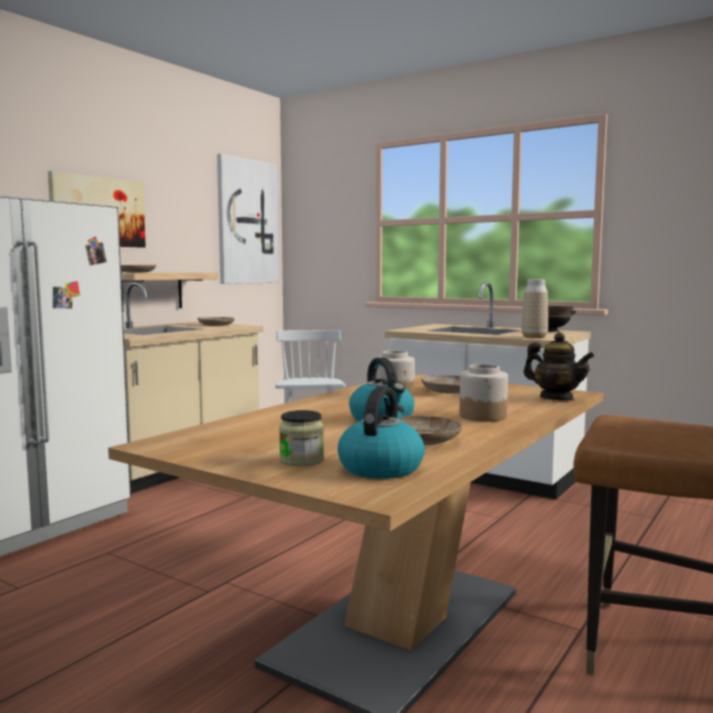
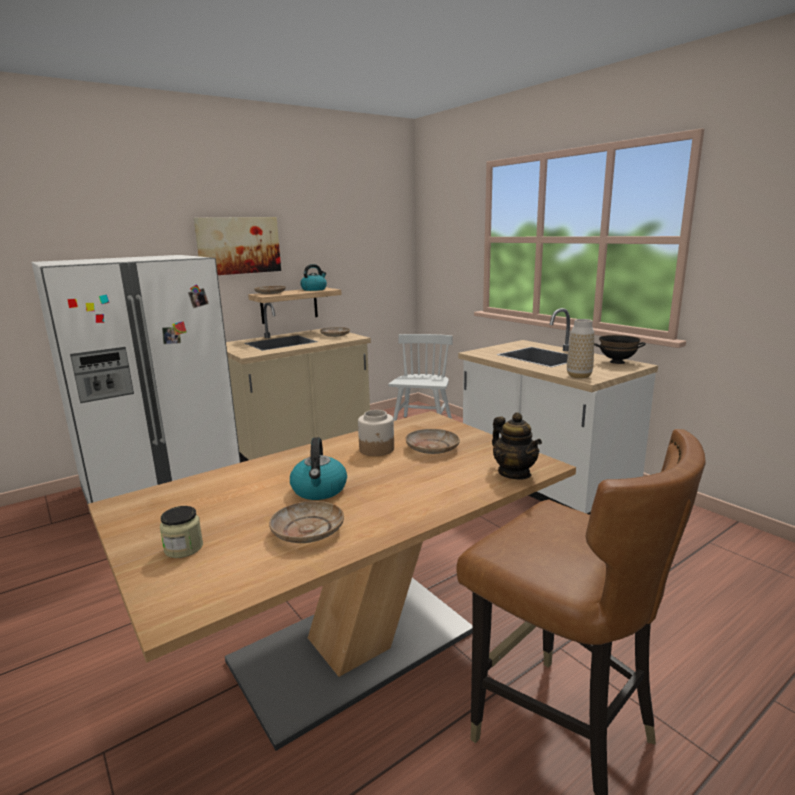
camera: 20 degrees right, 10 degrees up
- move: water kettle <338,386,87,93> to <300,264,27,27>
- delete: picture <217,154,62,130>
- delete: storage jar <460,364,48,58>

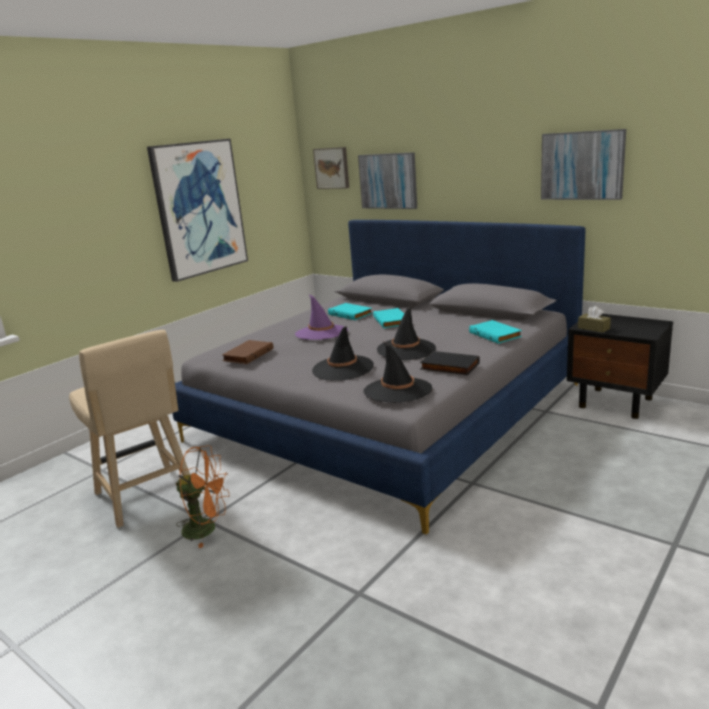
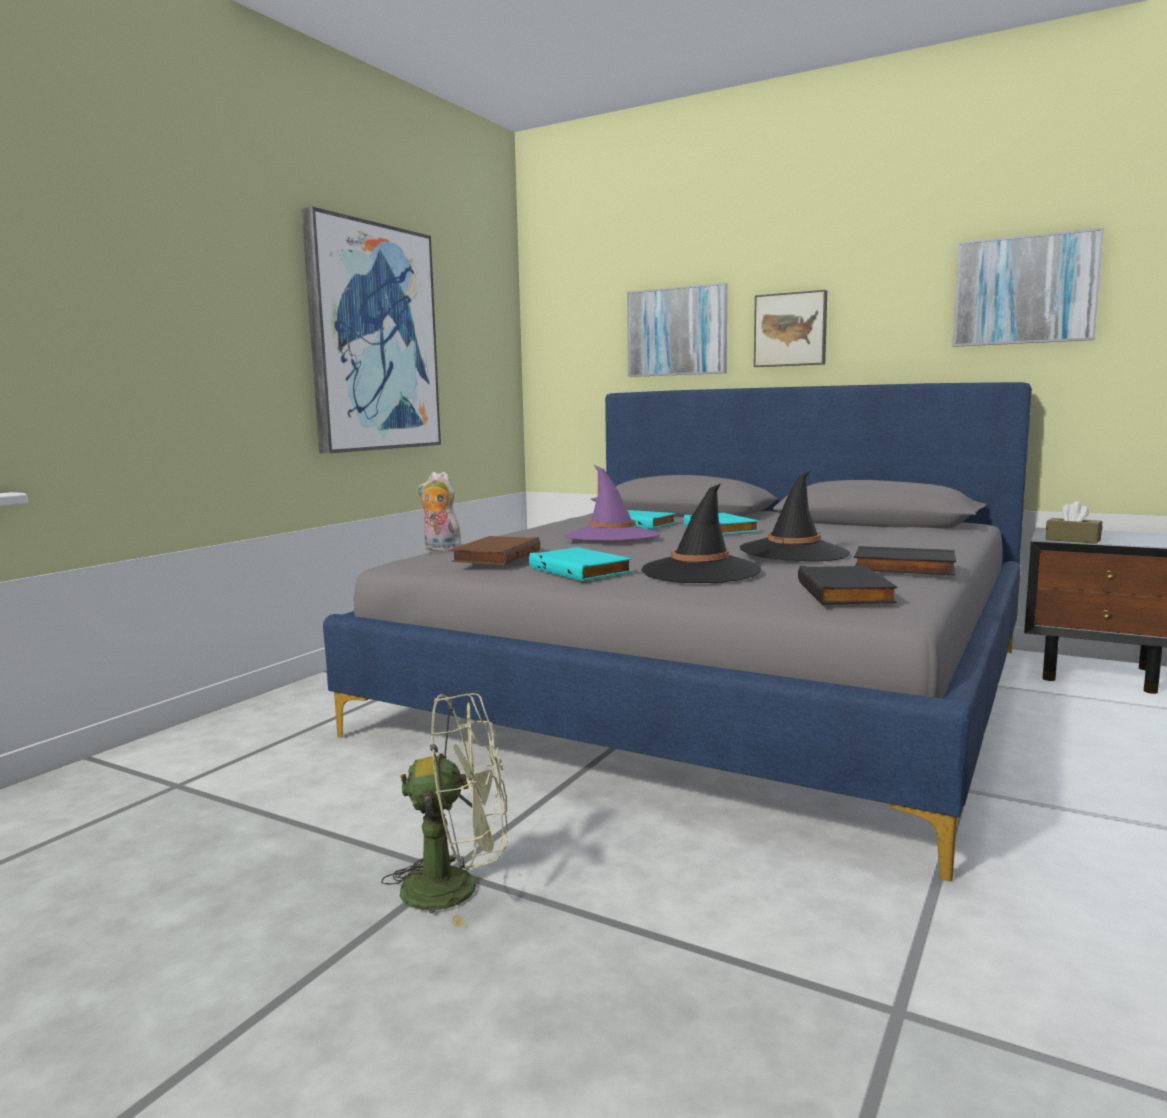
camera: 10 degrees left, 10 degrees down
- recolor: fan (orange) <176,445,54,103> to fan (green-coloured) <381,693,127,235>
- insert: plush toy <418,472,43,80>
- move: bound book (turquoise-coloured) <469,320,53,24> to <529,547,103,34>
- move: picture <313,147,36,42> to <754,290,73,77>
- replace: clothing hat (black) <364,342,69,61> to bound book (black) <798,566,99,39>
- delete: stool (sand-coloured) <69,330,121,198>

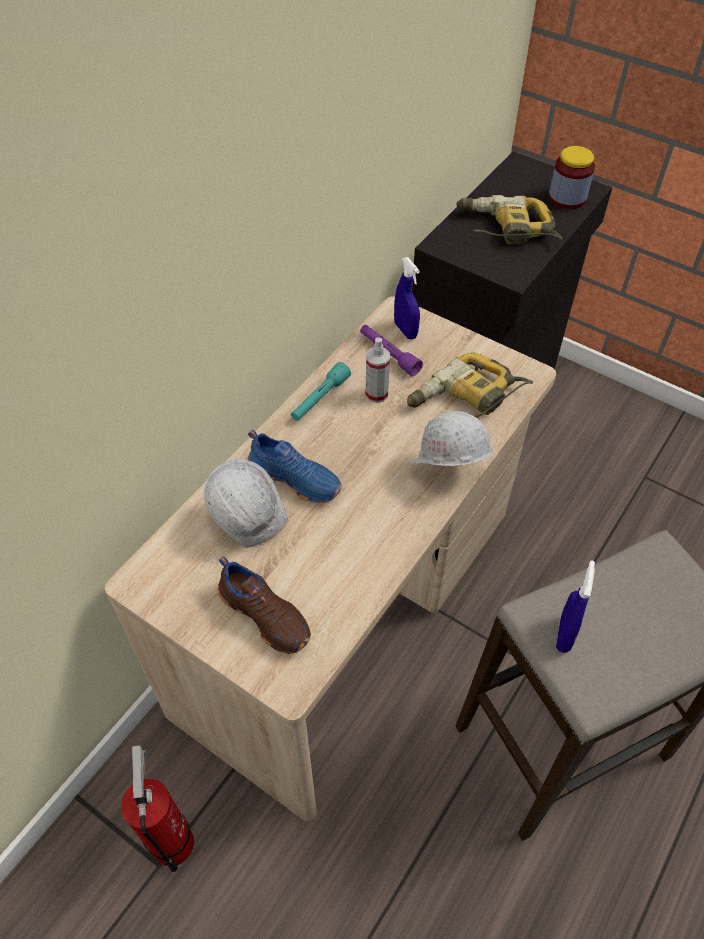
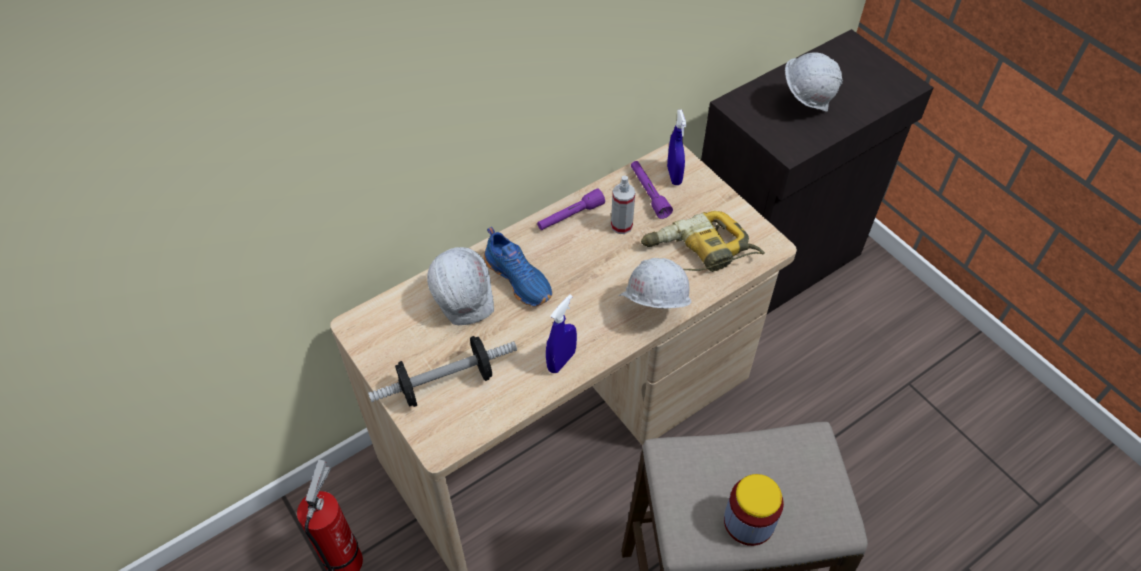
camera: 20 degrees right, 0 degrees up
- replace: low shoe (brown-coloured) <218,556,93,98> to free weight <368,336,149,71>
- recolor: hand torch (turquoise-coloured) <291,362,60,59> to hand torch (purple) <537,188,68,42>
- move: spray bottle (blue-coloured) <556,560,39,93> to <546,294,31,79>
- move: storage jar <549,146,46,63> to <724,474,60,72>
- replace: electric drill <456,195,106,50> to hard hat (whitish) <785,52,58,60>

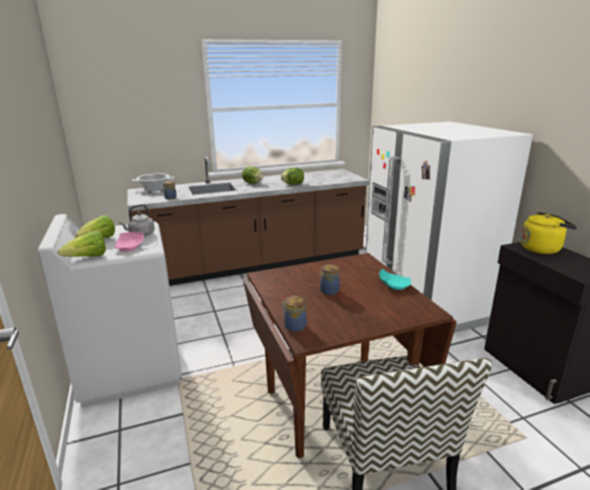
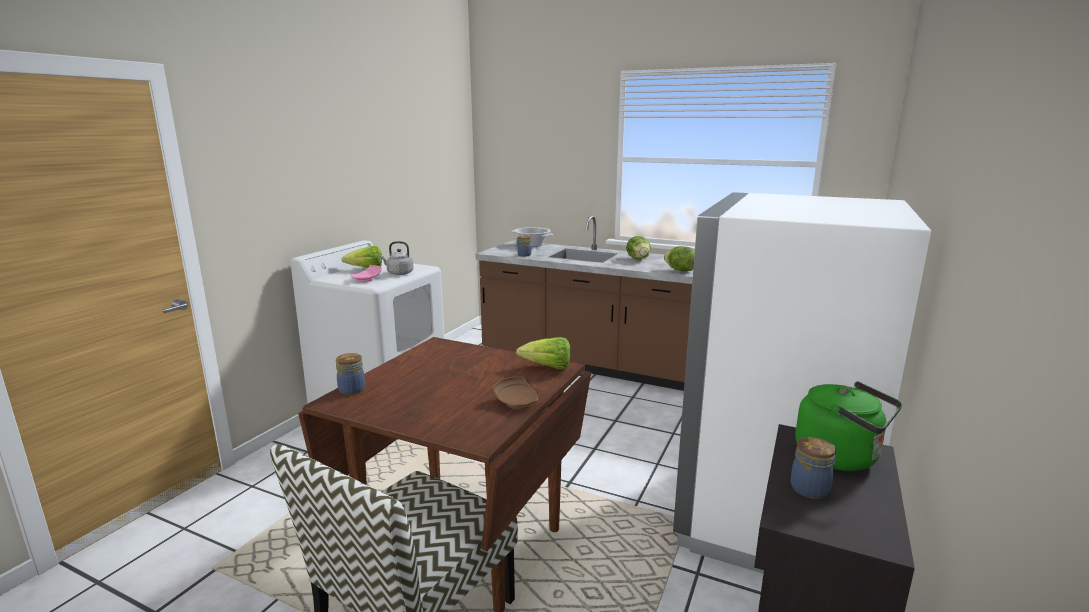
camera: 45 degrees right, 5 degrees down
- recolor: dinner plate (turquoise-coloured) <379,269,32,21> to dinner plate (brown-coloured) <493,376,45,34>
- move: head of lettuce <58,231,48,26> to <516,337,55,33>
- move: storage jar <320,264,20,31> to <791,437,45,62>
- recolor: water kettle (yellow) <521,211,56,43> to water kettle (green-coloured) <795,381,107,90>

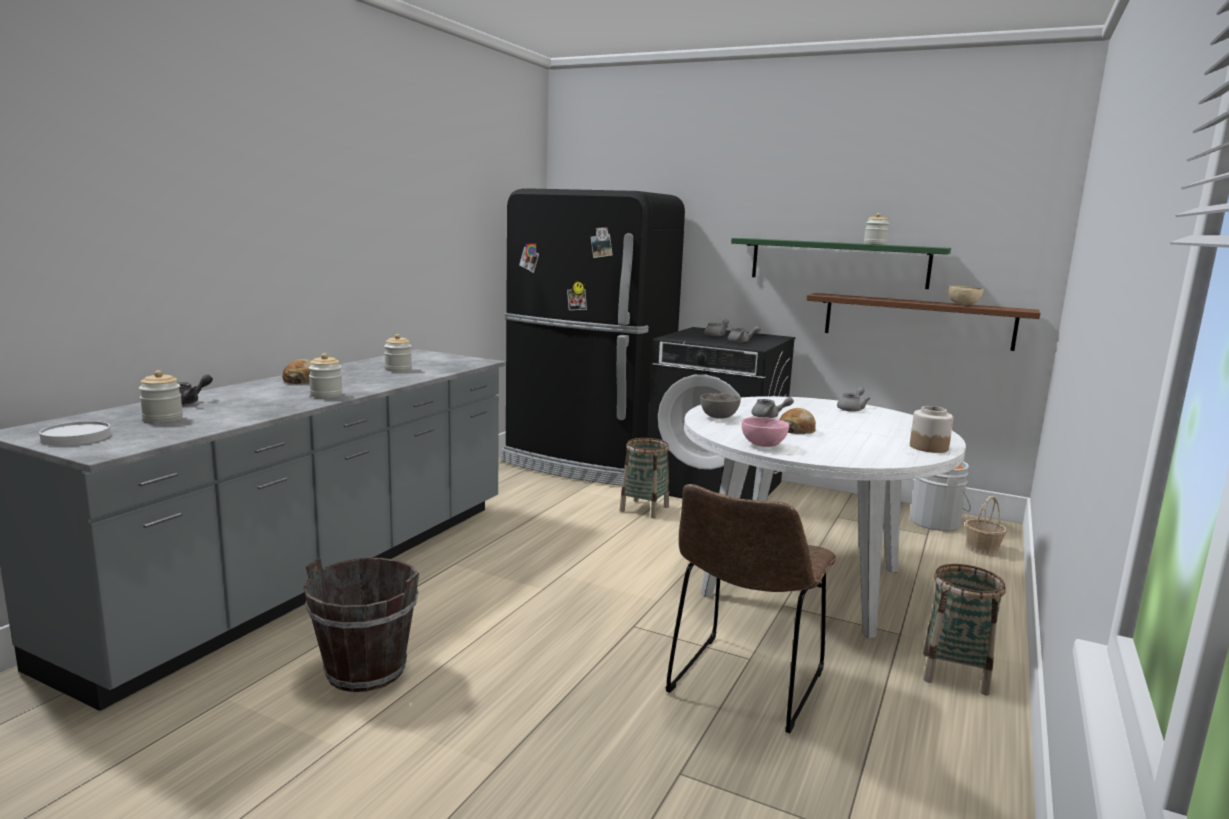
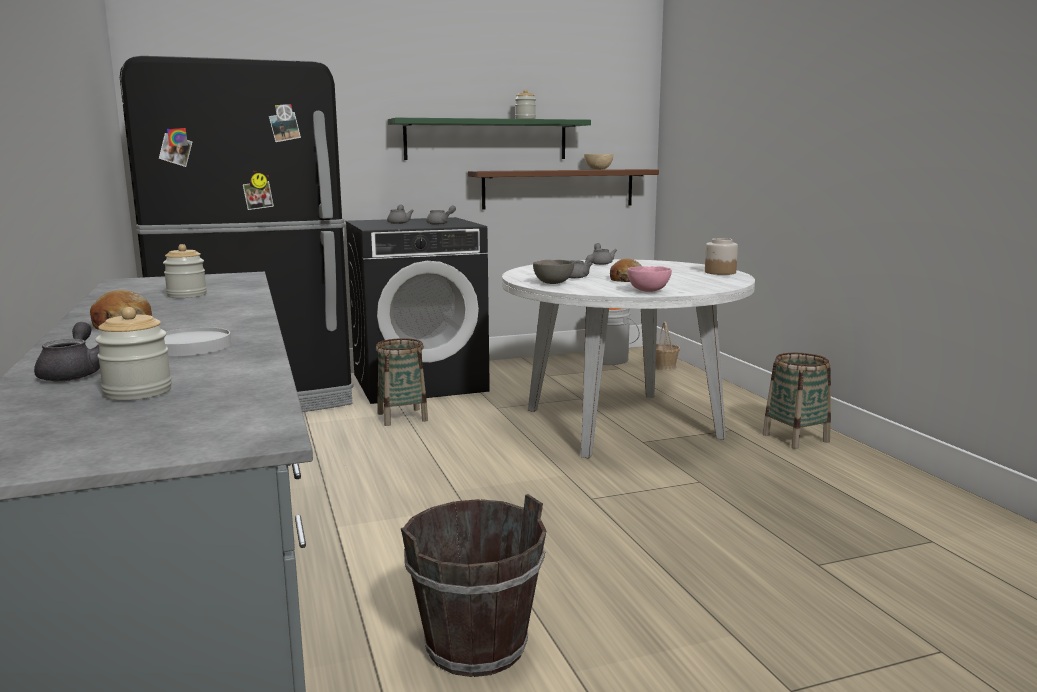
camera: 45 degrees left, 0 degrees up
- move: dinner plate (whitish) <39,421,72,25> to <164,327,67,29>
- delete: storage jar <308,353,35,45>
- delete: upright chair (brown-coloured) <666,484,170,249>

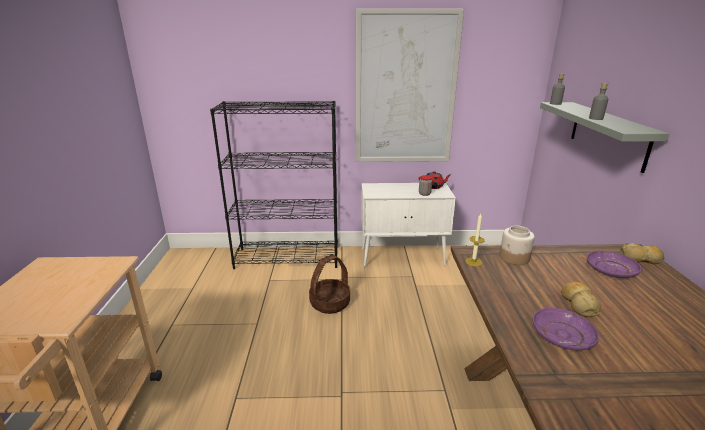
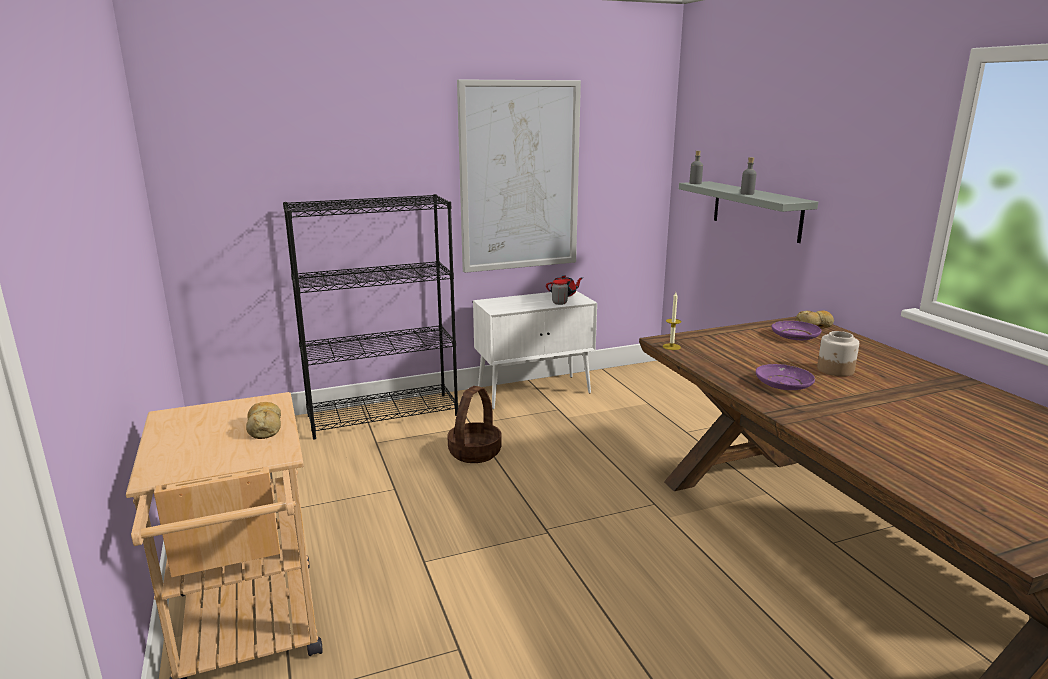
camera: 20 degrees left, 5 degrees down
- move: baked bread <561,282,40,35> to <246,402,35,37>
- move: storage jar <499,226,36,39> to <817,331,42,45>

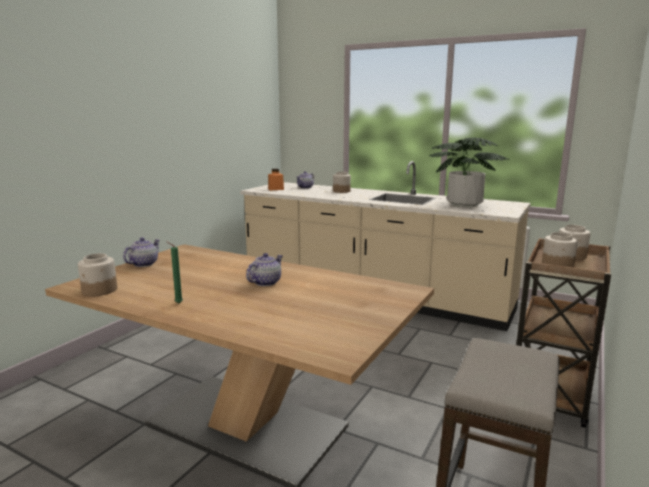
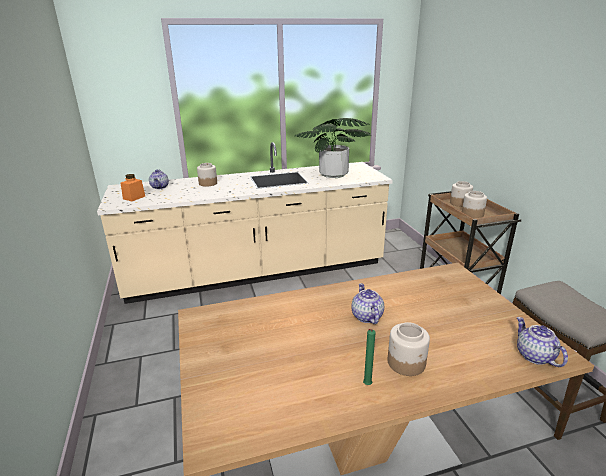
camera: 45 degrees left, 10 degrees up
- move: storage jar <78,253,39,43> to <388,322,42,54>
- move: tea pot <123,238,37,29> to <517,317,51,50>

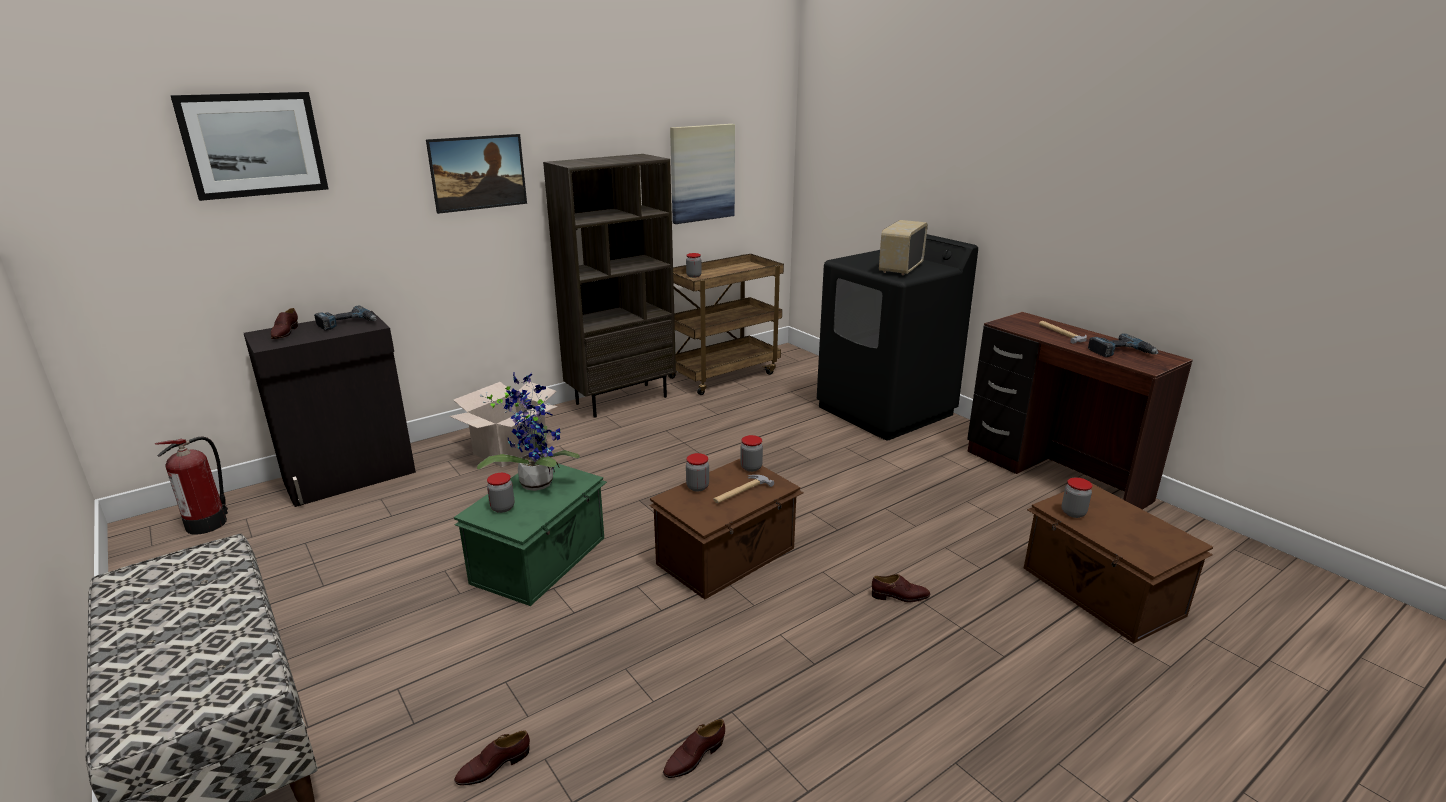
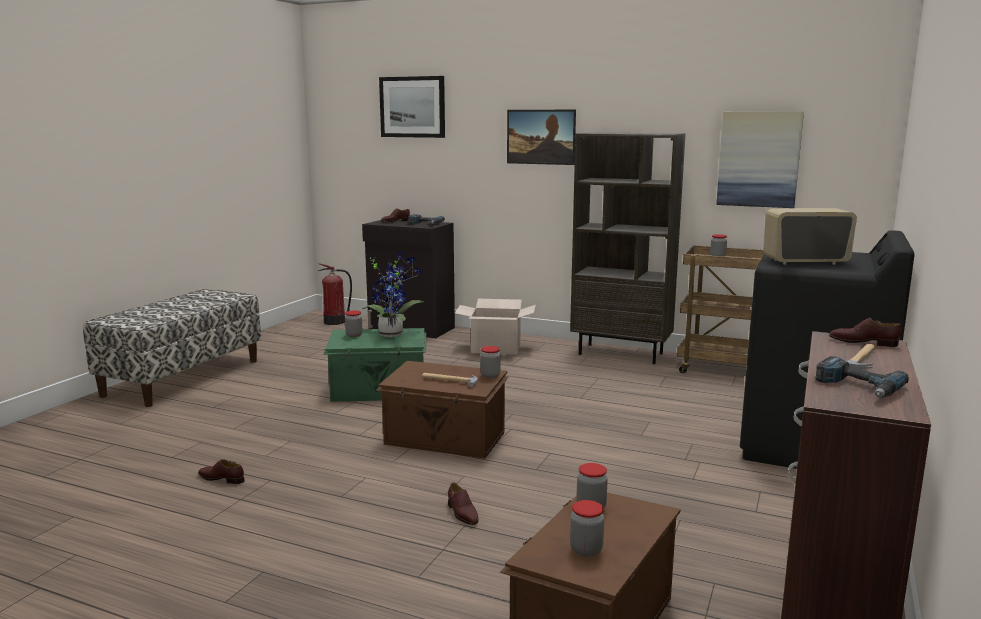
camera: 60 degrees right, 10 degrees down
- move: storage jar <686,453,23,39> to <570,500,34,57>
- move: low shoe (brown-coloured) <454,730,76,55> to <829,318,72,29>

